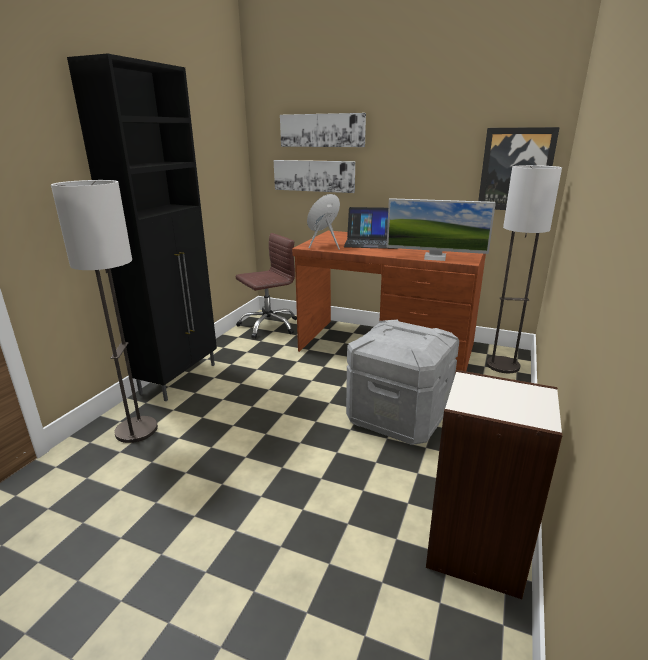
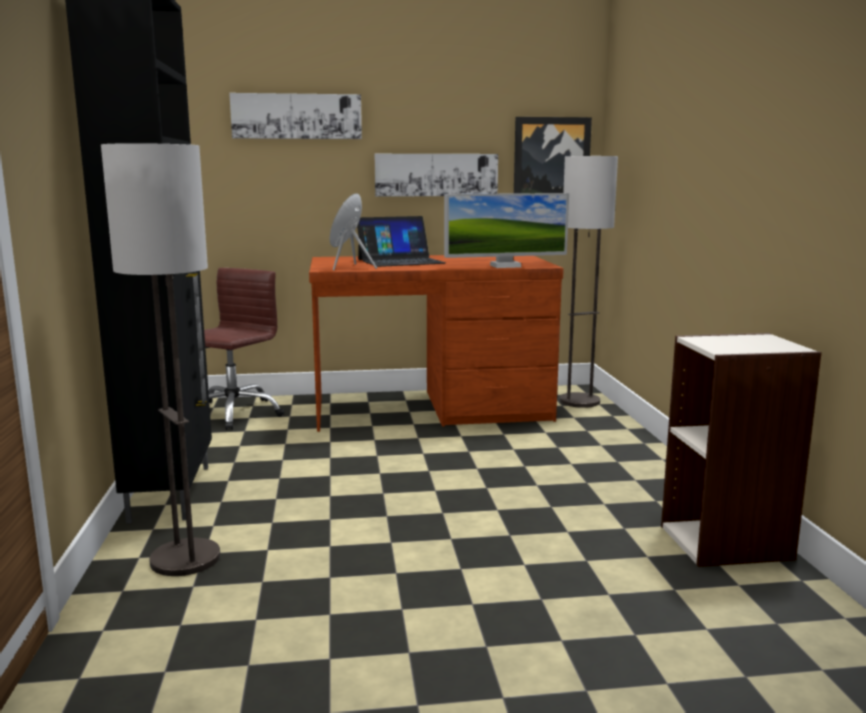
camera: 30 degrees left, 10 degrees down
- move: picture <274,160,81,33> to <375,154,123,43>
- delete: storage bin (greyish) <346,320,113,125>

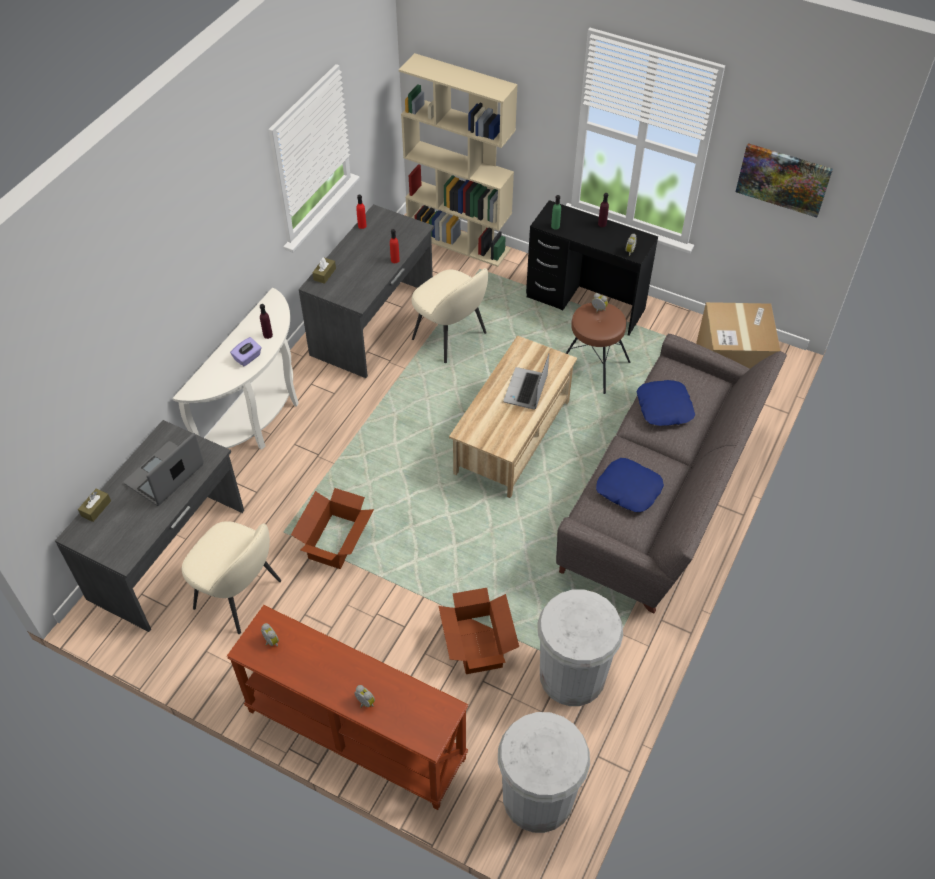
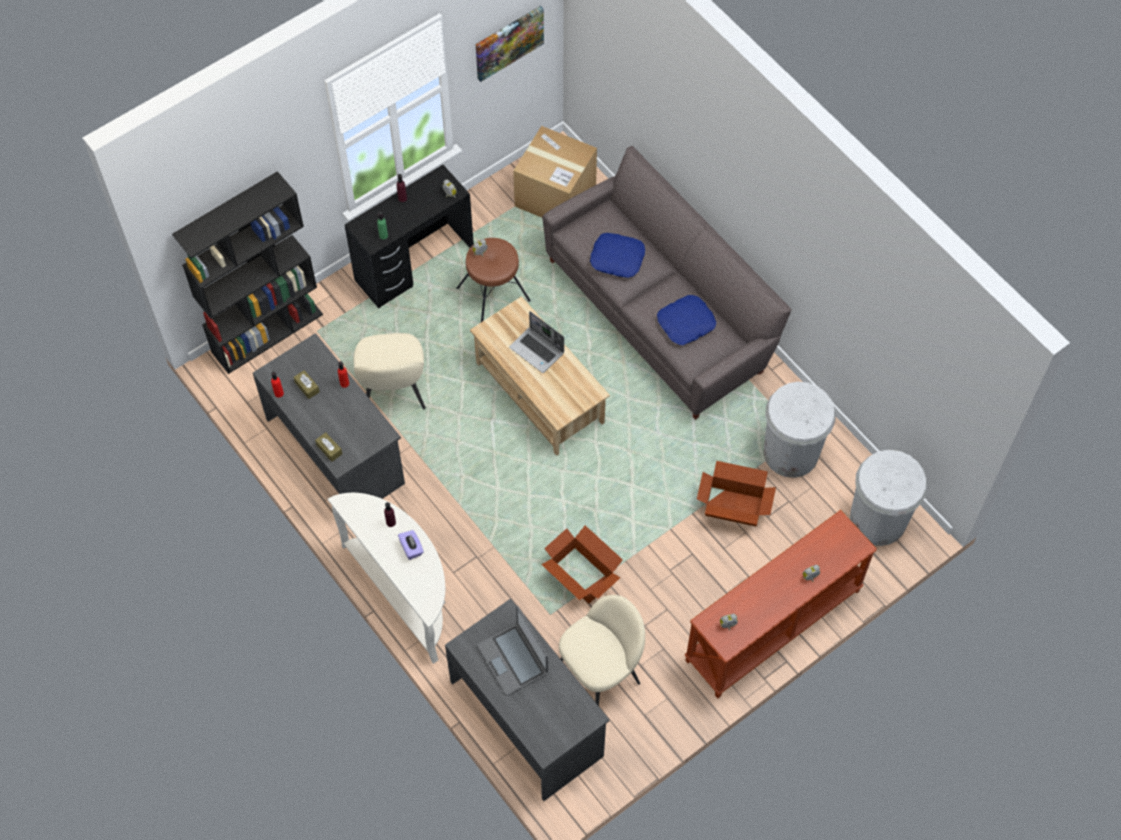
camera: 65 degrees left, 10 degrees up
- recolor: shelving unit (sand-coloured) <399,53,119,214> to shelving unit (black) <172,171,151,203>
- move: tissue box (brown-coloured) <78,489,33,33> to <293,370,27,29>
- rotate: upright chair (sand-coloured) <412,268,76,95> = <354,333,72,76> 105 degrees clockwise

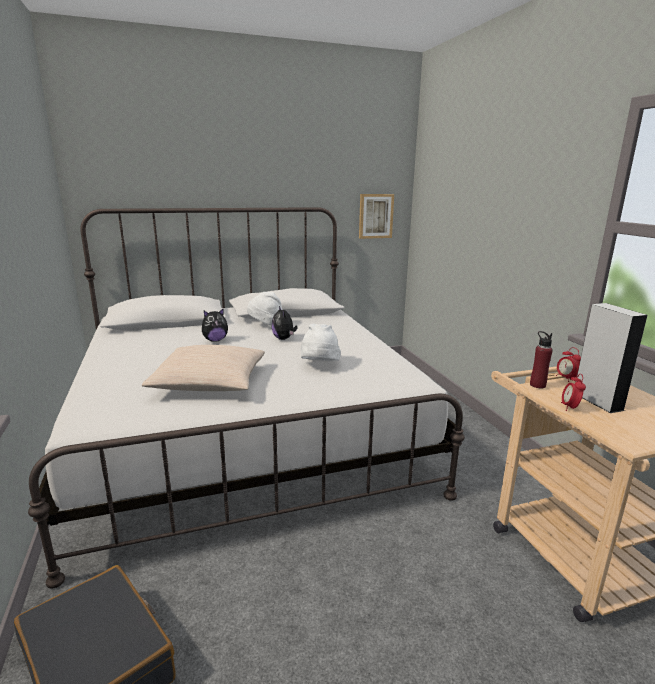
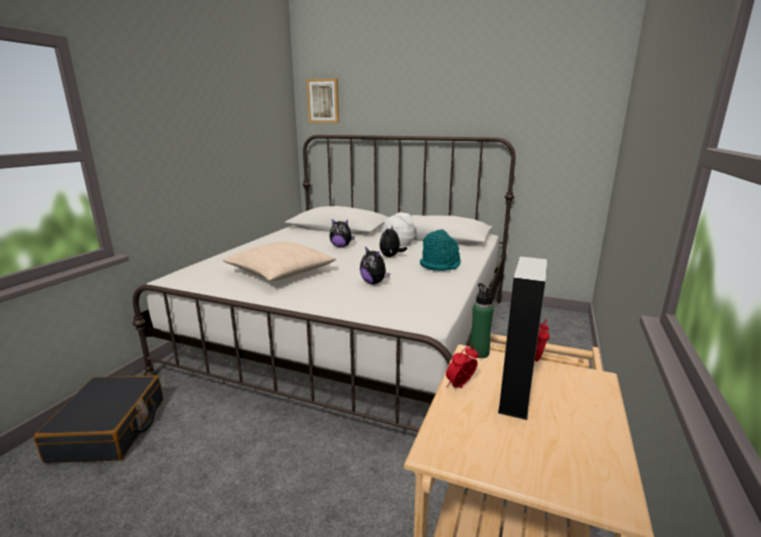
camera: 40 degrees right, 0 degrees up
- move: picture <359,194,35,45> to <306,78,33,45>
- replace: clothing hat (whitish) <301,324,40,37> to plush toy <360,246,30,38>
- insert: clothing hat (turquoise-coloured) <420,229,41,42>
- recolor: beverage bottle (reddish) <530,331,23,57> to beverage bottle (green-coloured) <469,283,24,75>

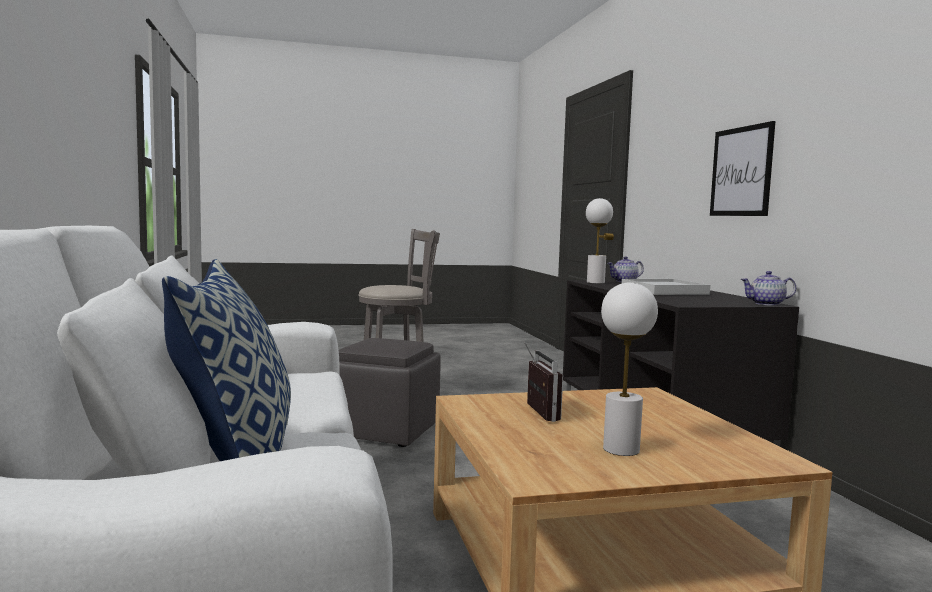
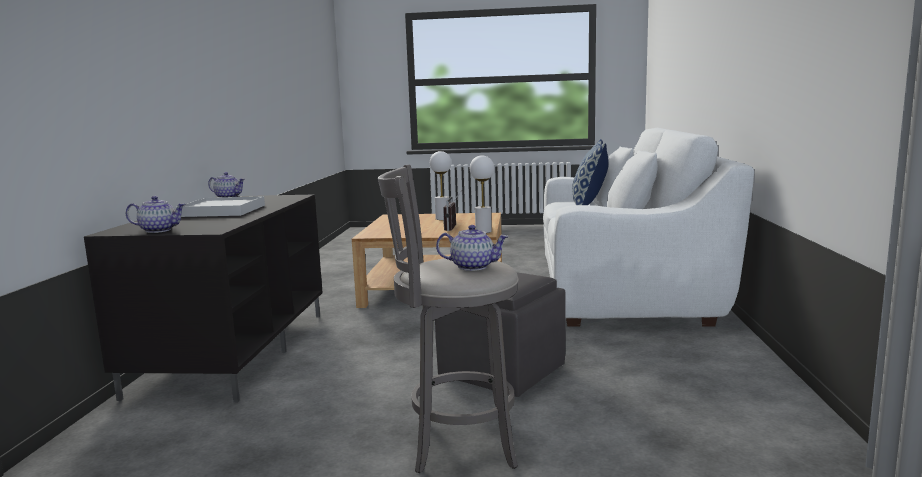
camera: 160 degrees left, 5 degrees up
- insert: tea pot <436,225,73,46>
- move: lamp for a table (whitish) <586,198,27,86> to <470,155,24,78>
- delete: picture <710,121,65,95>

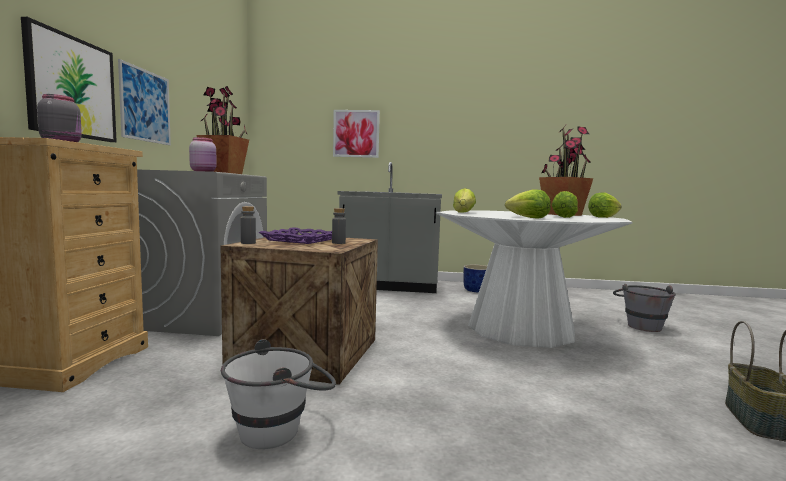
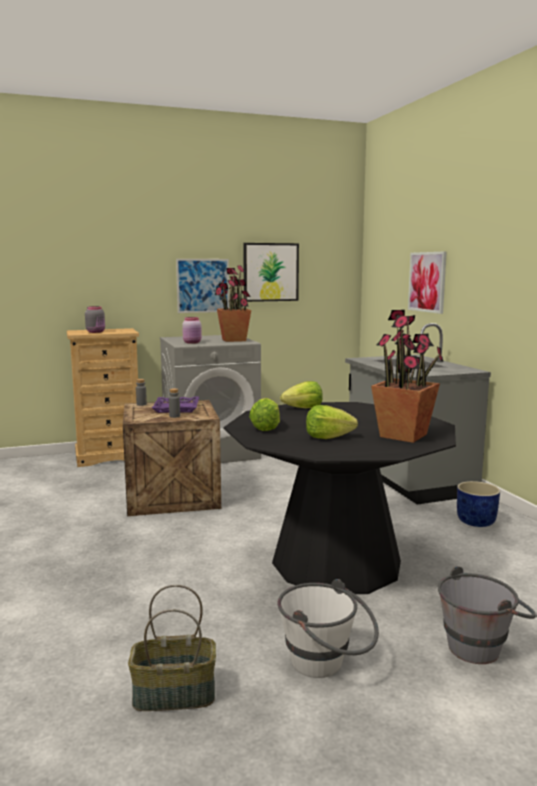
camera: 65 degrees right, 5 degrees up
- recolor: kitchen table (whitish) <436,210,197,138> to kitchen table (black) <224,402,232,192>
- move: picture <21,17,96,125> to <243,243,56,59>
- move: water bucket (whitish) <221,339,115,110> to <278,579,101,99>
- delete: head of lettuce <588,192,34,26>

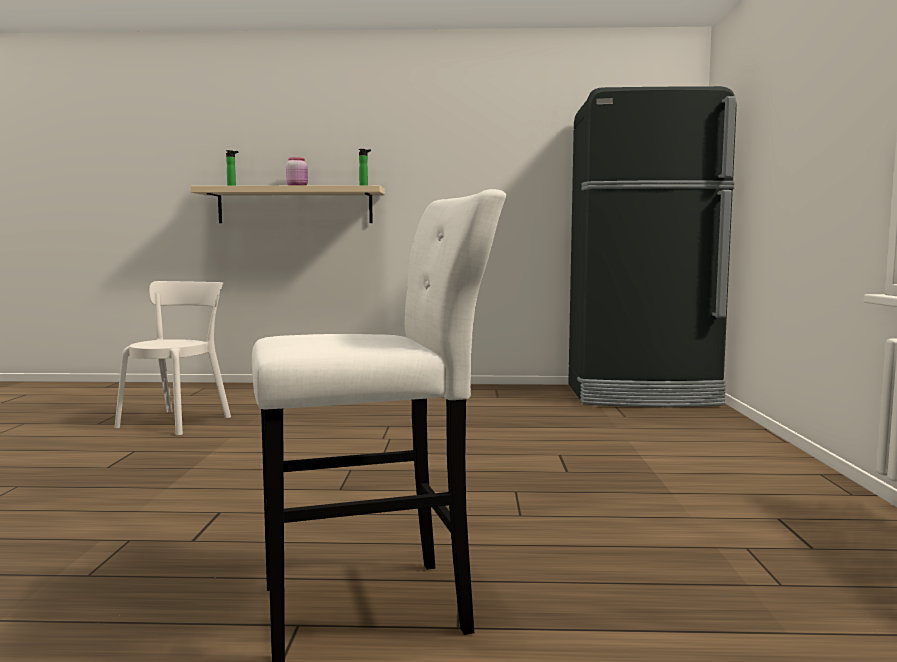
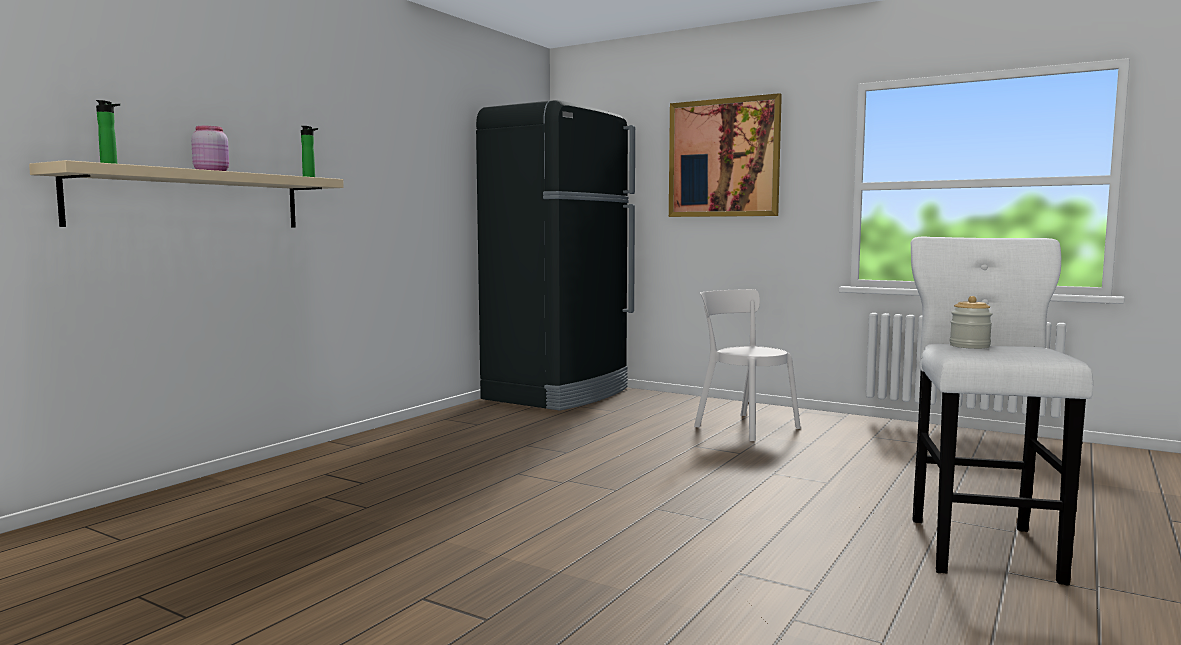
camera: 60 degrees left, 0 degrees up
- insert: picture <669,93,113,124>
- move: upright chair (whitish) <114,281,117,154> to <694,289,107,152>
- insert: storage jar <950,296,43,53>

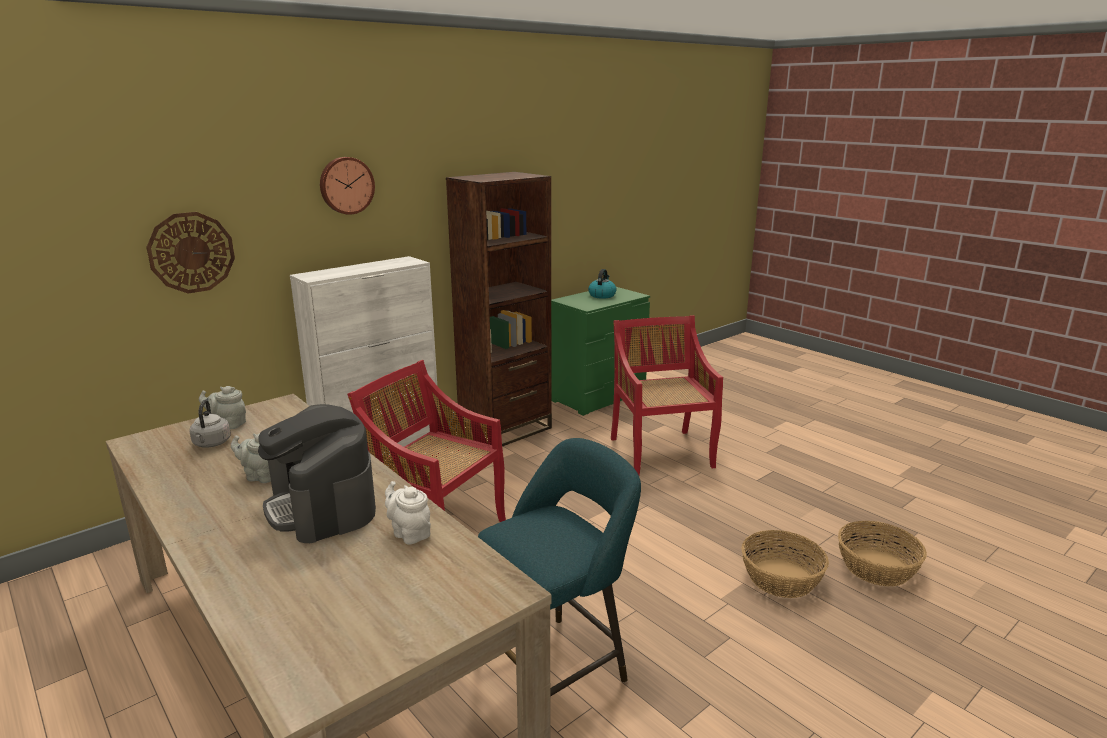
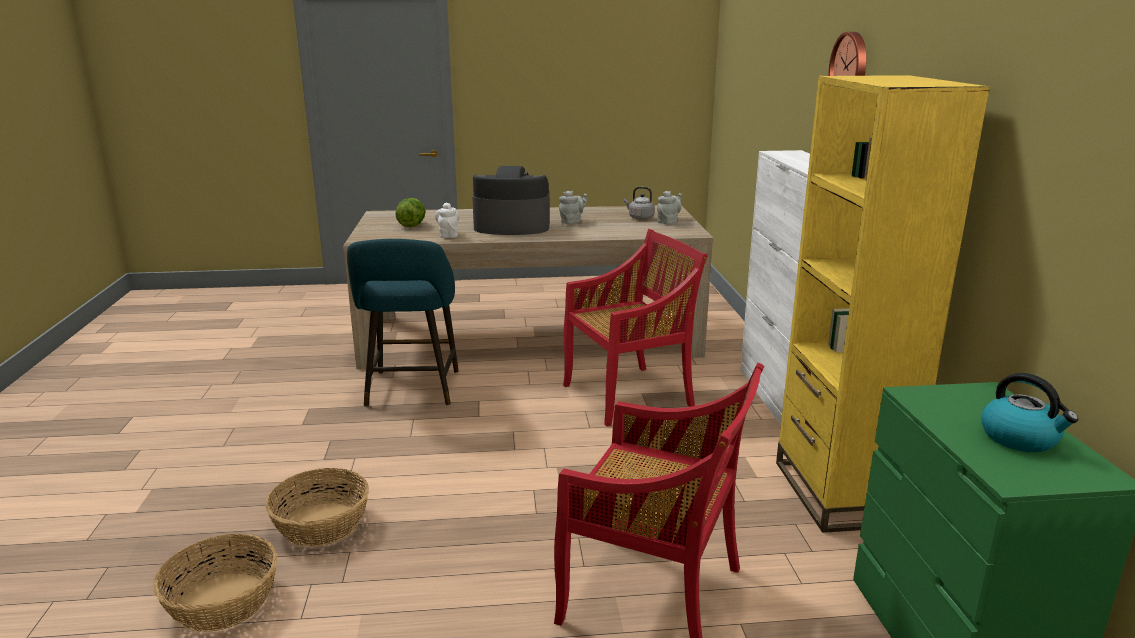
camera: 125 degrees right, 0 degrees up
- insert: head of lettuce <395,198,30,29>
- rotate: tea pot (whitish) <385,481,46,63> = <435,202,24,36> 90 degrees counterclockwise
- recolor: shelving unit (brown-coloured) <446,172,106,274> to shelving unit (yellow) <776,75,214,458>
- delete: wall clock <146,212,89,82>

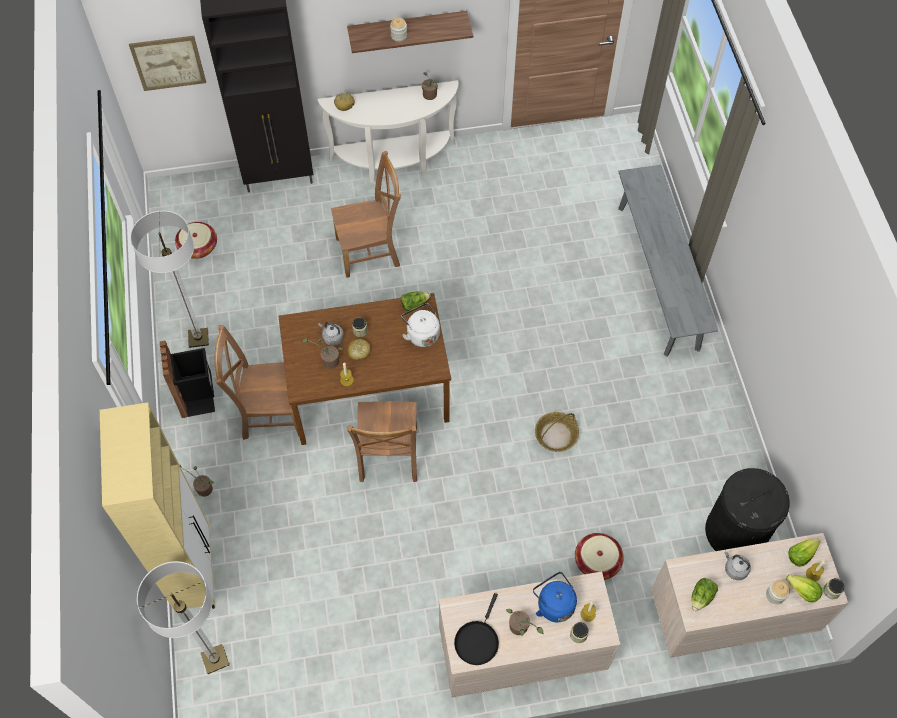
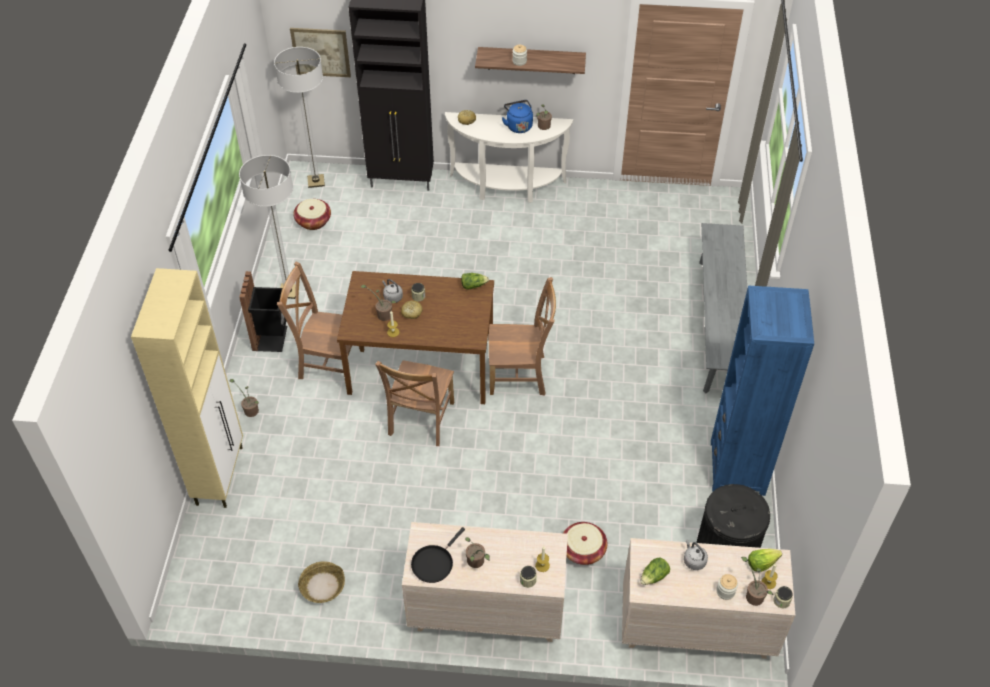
camera: 15 degrees right, 10 degrees down
- move: standard lamp <137,561,92,113> to <274,47,51,141>
- move: storage basket <535,412,44,40> to <298,561,47,42>
- move: upright chair (brown-coloured) <331,151,70,127> to <489,277,67,119>
- move: water kettle (blue-coloured) <533,572,44,50> to <502,100,31,33>
- insert: shelving unit (blue-coloured) <711,286,103,210>
- replace: head of lettuce <786,574,37,28> to plant in a pot <741,557,32,49>
- delete: water kettle (whitish) <401,303,39,44>

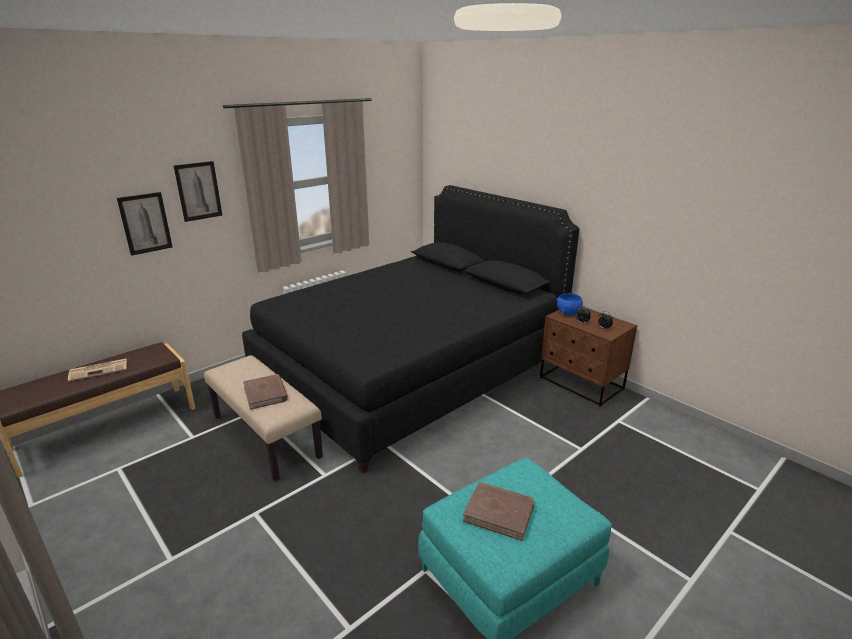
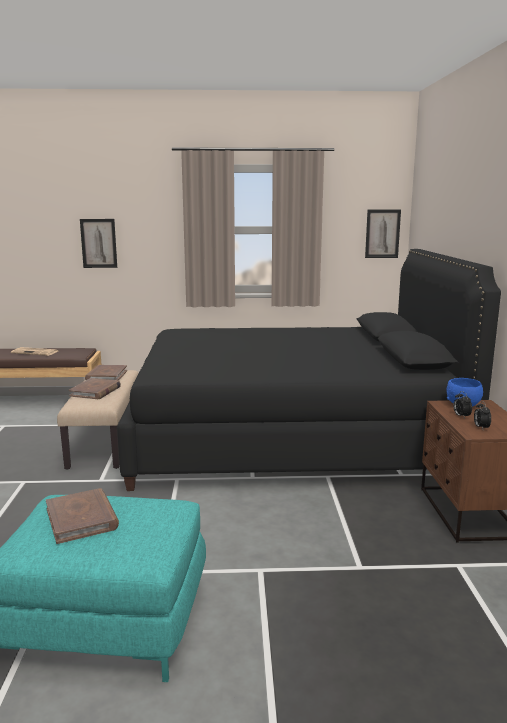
camera: 40 degrees right, 10 degrees down
- insert: bound book (brown-coloured) <85,365,42,15>
- move: picture <173,161,49,61> to <365,210,36,48>

